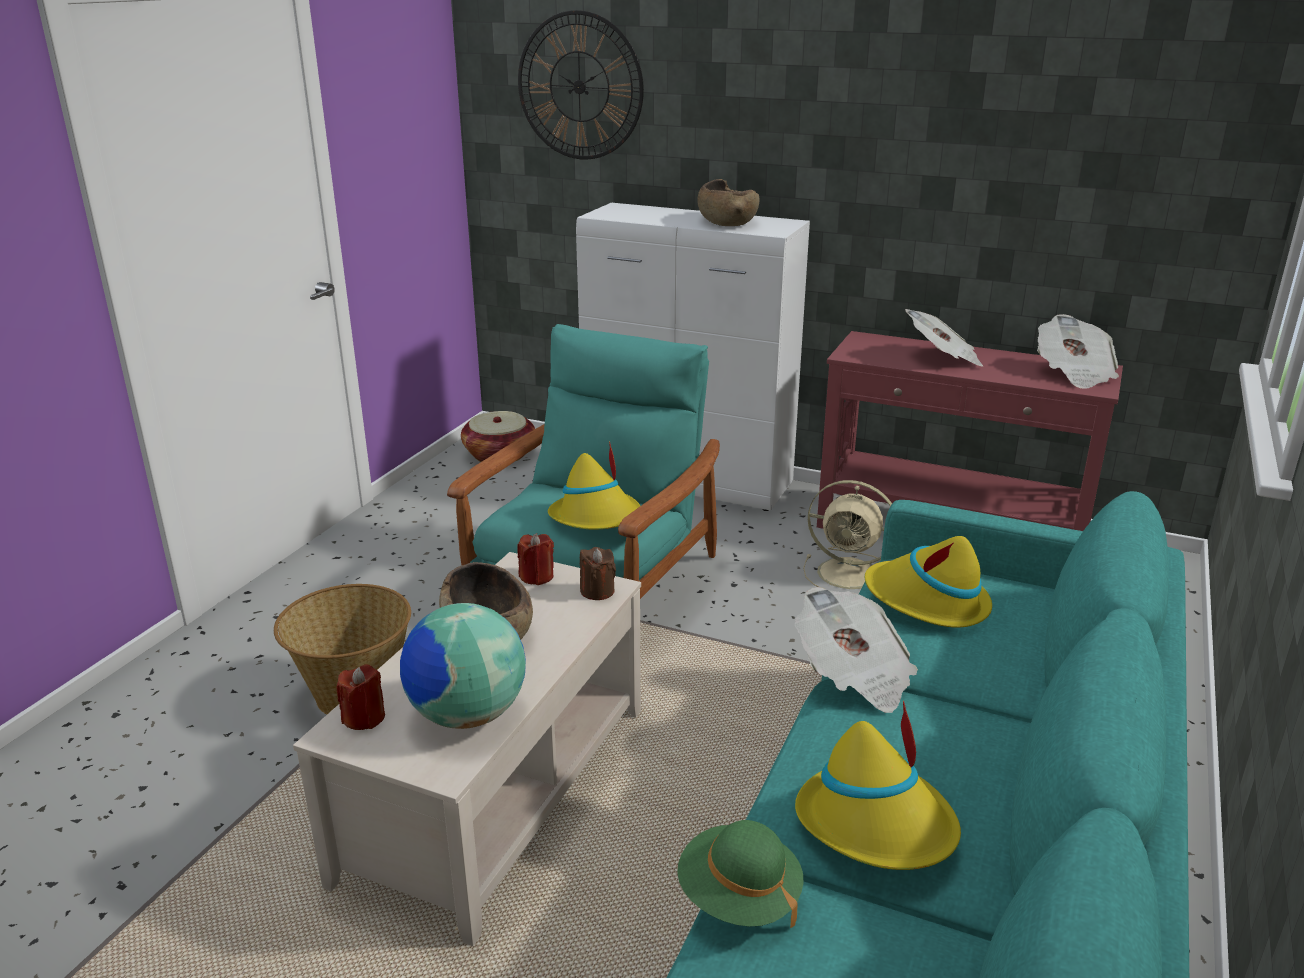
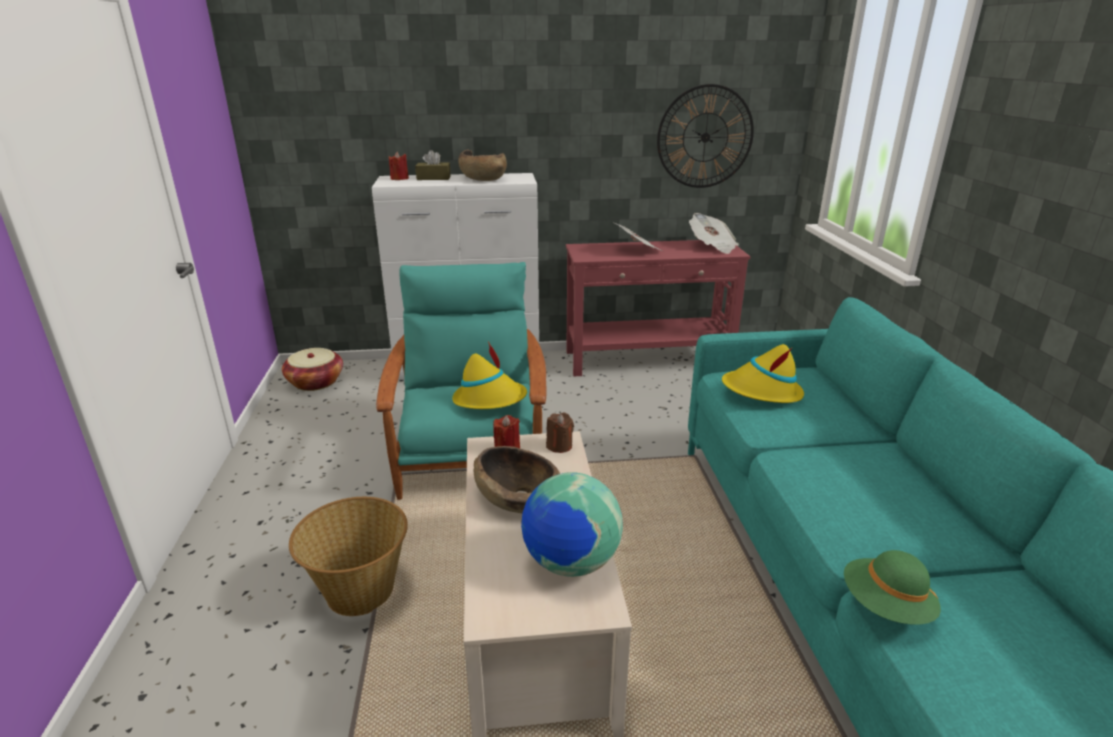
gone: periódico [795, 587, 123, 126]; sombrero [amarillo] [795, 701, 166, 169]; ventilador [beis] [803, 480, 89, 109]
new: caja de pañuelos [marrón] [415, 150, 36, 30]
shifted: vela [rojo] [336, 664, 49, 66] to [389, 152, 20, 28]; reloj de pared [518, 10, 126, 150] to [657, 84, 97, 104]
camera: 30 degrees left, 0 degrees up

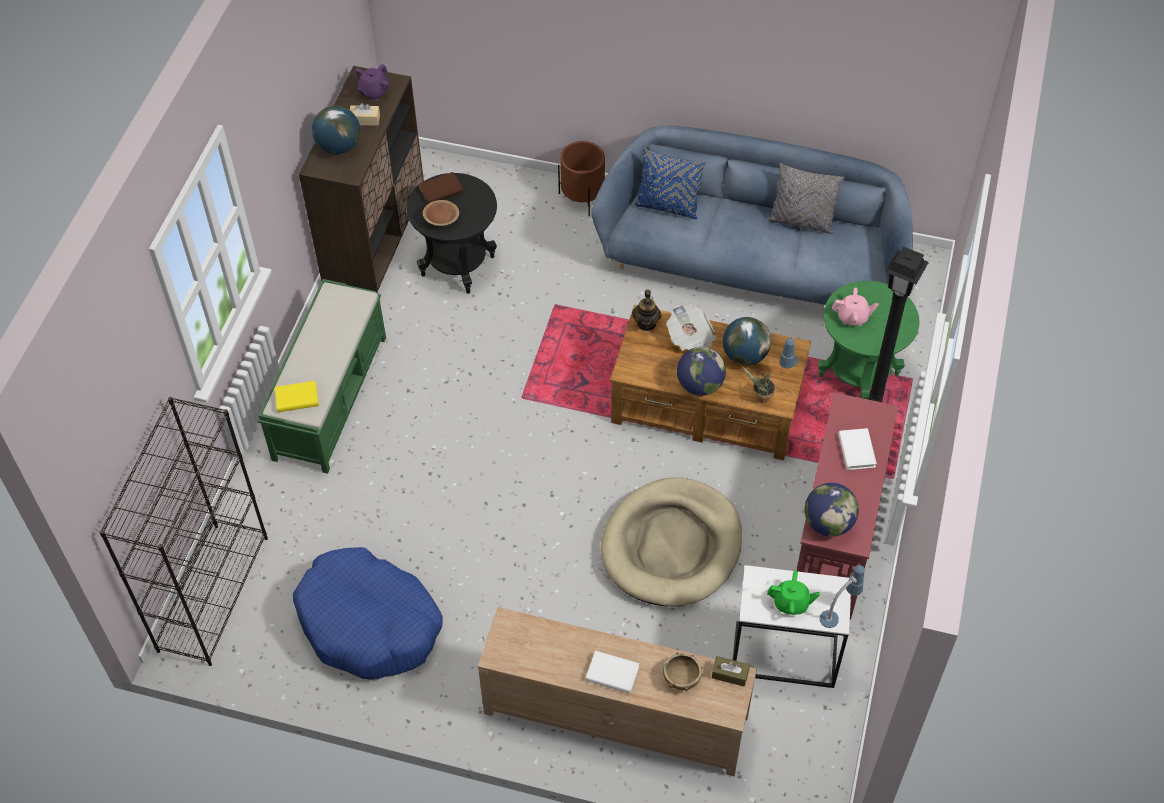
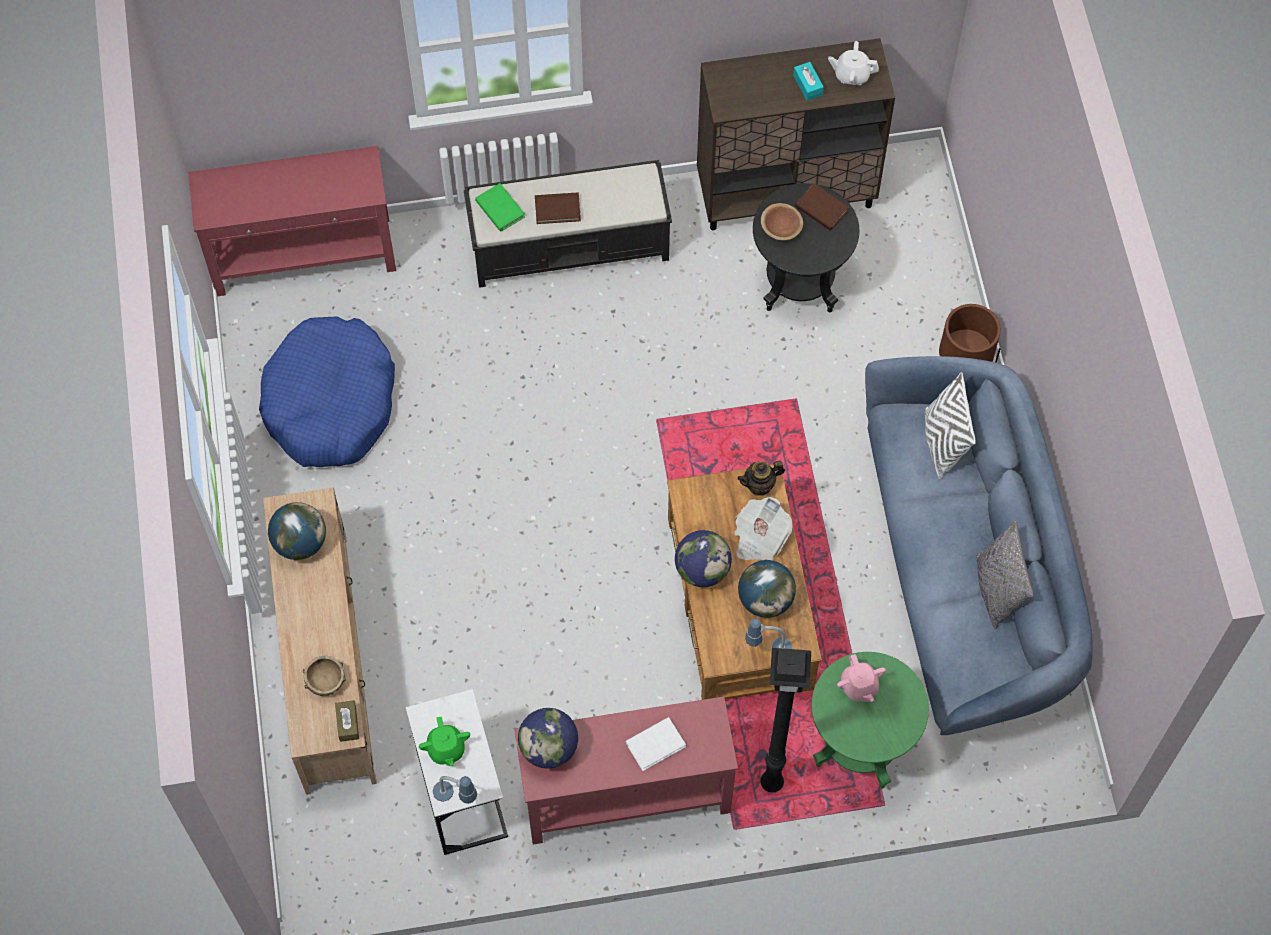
gone: libro [blanco] [586, 651, 53, 43]; cama para perro [beis] [600, 477, 142, 130]; planta en maceta [742, 366, 33, 37]
new: libro [marrón] [535, 193, 46, 31]
shifted: globo terráqueo [312, 106, 48, 48] to [268, 502, 58, 58]
swapped: estantería [negro] [99, 397, 169, 269] to mesa consola [rojo] [188, 146, 208, 150]
repainted: banco [verde] [258, 279, 128, 195] to banco [negro] [464, 160, 208, 128]; libro [amarillo] [275, 381, 44, 31] to libro [verde] [475, 183, 50, 49]; caja de pañuelos [beis] [350, 103, 30, 23] to caja de pañuelos [turquesa] [793, 62, 31, 39]; tetera [morado] [355, 64, 34, 37] to tetera [blanco] [828, 41, 51, 44]; cojín [azul] [634, 147, 72, 72] to cojín [blanco] [925, 372, 51, 107]
camera: 65 degrees right, 10 degrees up

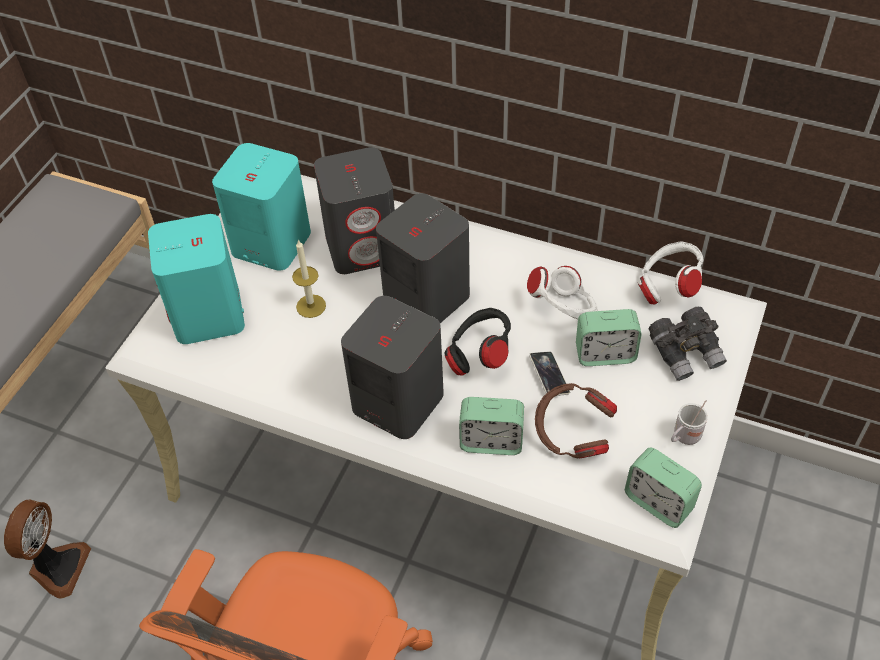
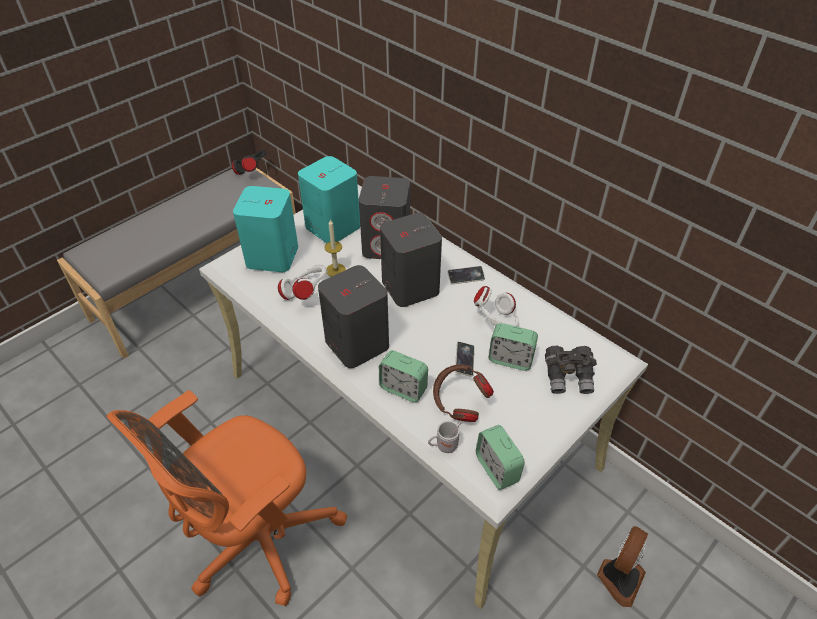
new: móvil [448, 266, 37, 18]
shifted: auriculares [negro] [445, 308, 66, 68] to [232, 150, 35, 25]; auriculares [blanco] [638, 241, 66, 63] to [278, 265, 50, 35]; taza grande [blanco] [671, 400, 37, 45] to [428, 421, 34, 32]; ventilador [4, 500, 87, 98] to [597, 527, 51, 80]
camera: 20 degrees right, 5 degrees down

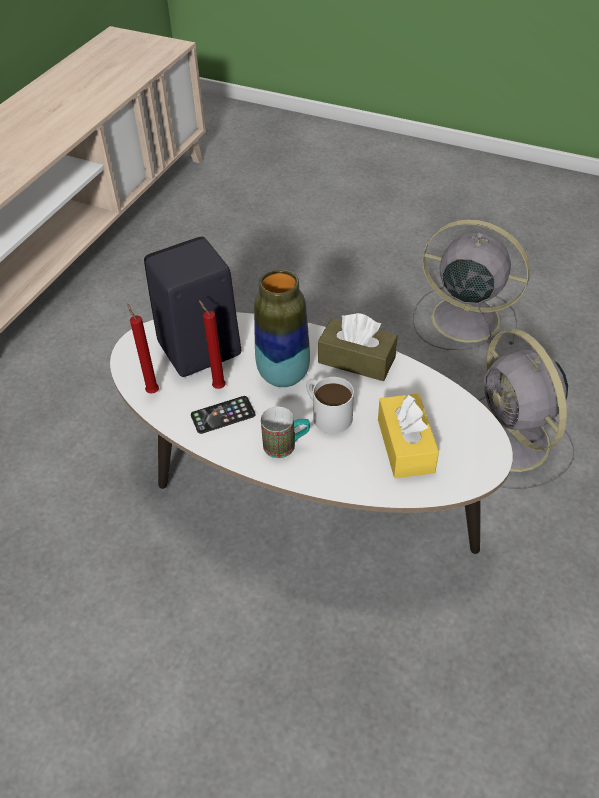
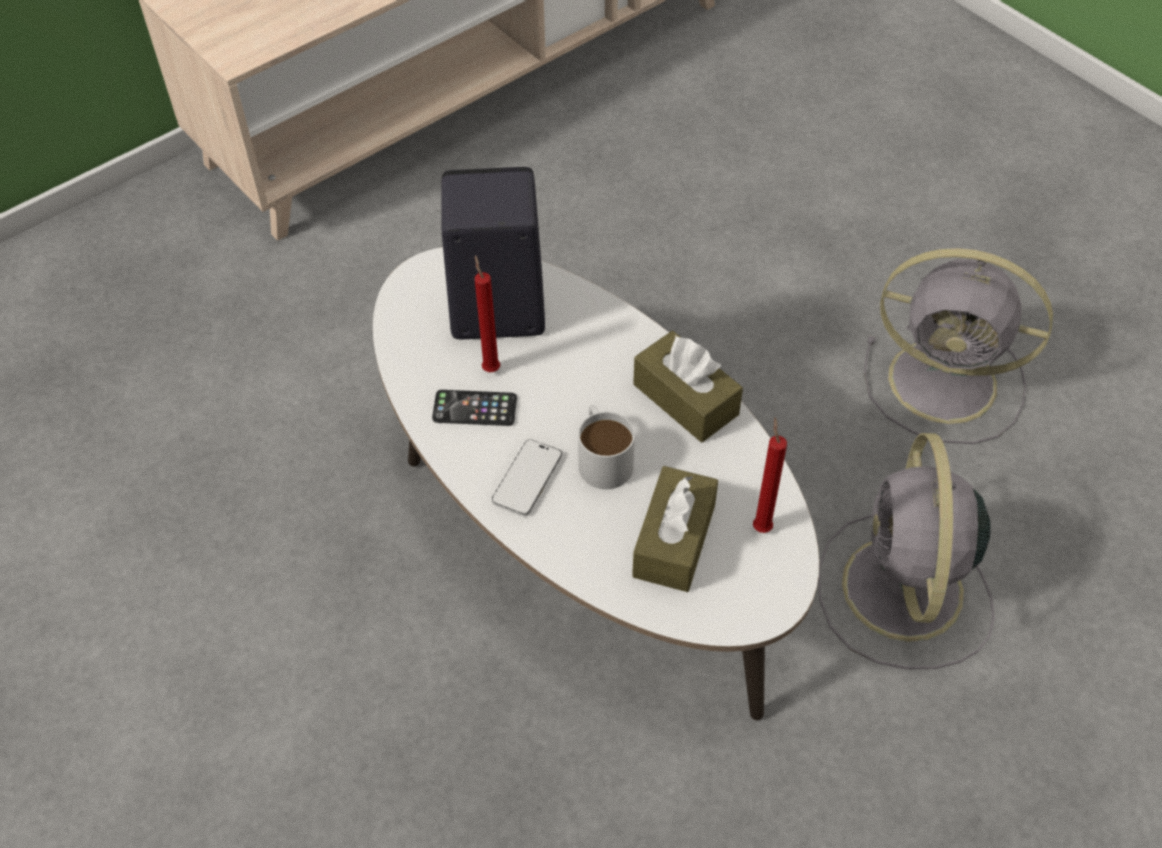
gone: florero [254, 269, 56, 118]
shifted: vela [rojo] [127, 303, 32, 91] to [753, 417, 34, 116]
swapped: taza grande [261, 407, 49, 51] to móvil [492, 439, 70, 77]
repainted: caja de pañuelos [amarillo] [378, 393, 61, 85] to caja de pañuelos [marrón] [632, 466, 86, 126]
rotated: ventilador [gris] [413, 219, 117, 131] = [864, 248, 189, 196] 150 degrees clockwise
camera: 25 degrees right, 5 degrees up

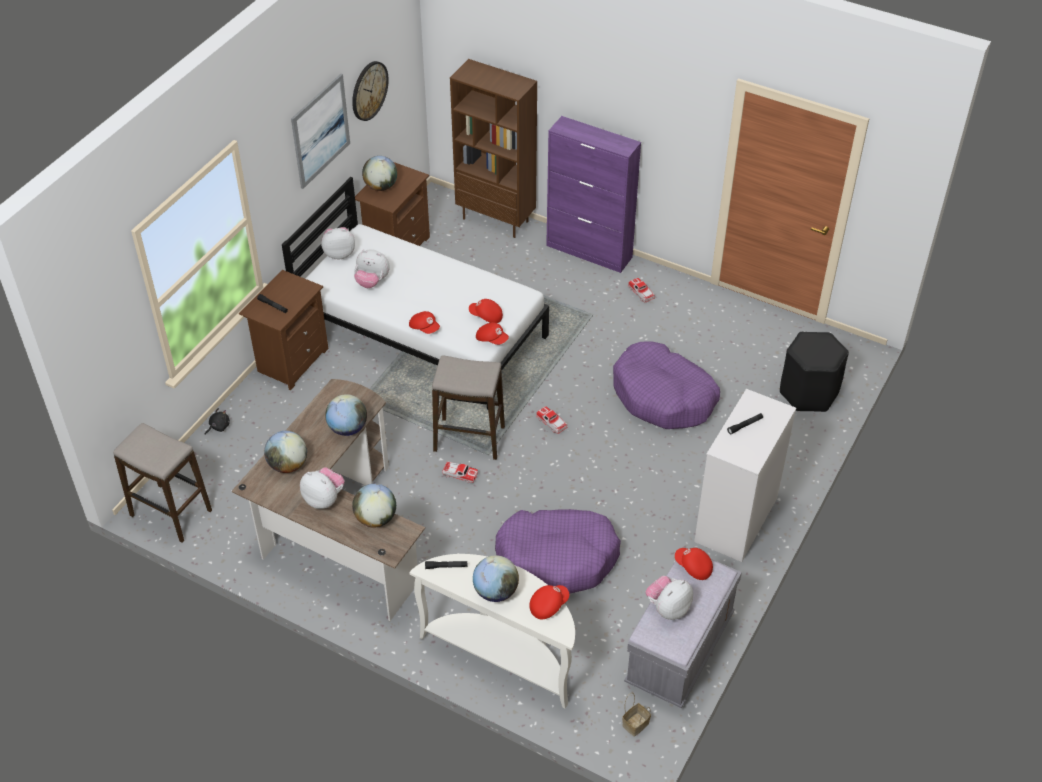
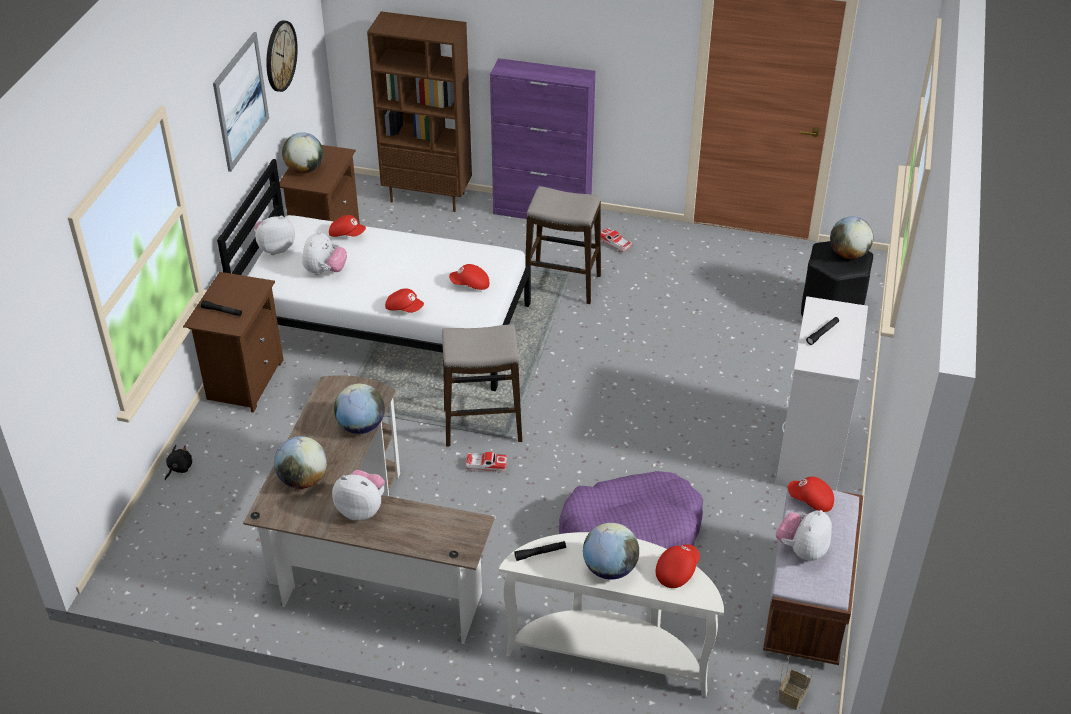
gone: coche de juguete [536, 406, 32, 28]; cama para perro [morado] [613, 341, 107, 88]
shifted: gorra [rojo] [476, 322, 33, 23] to [329, 215, 37, 22]; taburete [113, 423, 99, 120] to [525, 186, 76, 118]; globo terráqueo [352, 484, 44, 44] to [830, 216, 43, 43]
repainted: banco [gris] [624, 559, 118, 149] to banco [marrón] [763, 489, 100, 176]
rotated: peluche [354, 249, 36, 39] = [302, 230, 45, 45] 75 degrees counterclockwise
camera: 15 degrees left, 5 degrees down

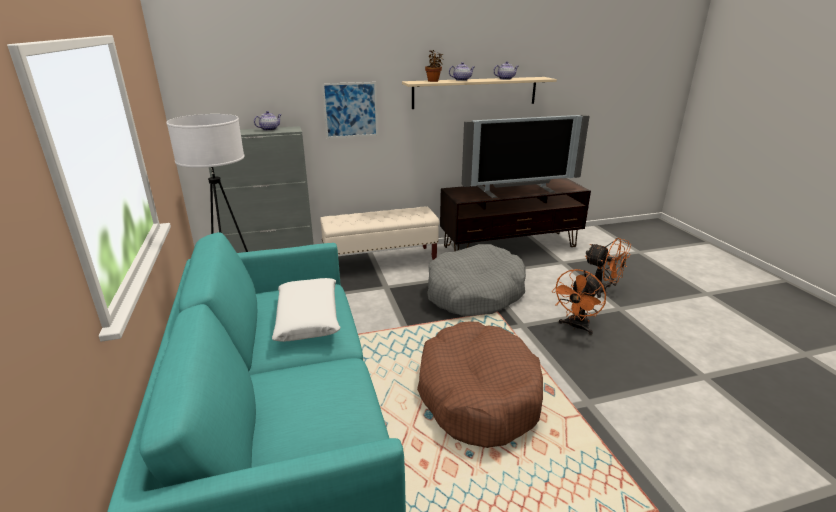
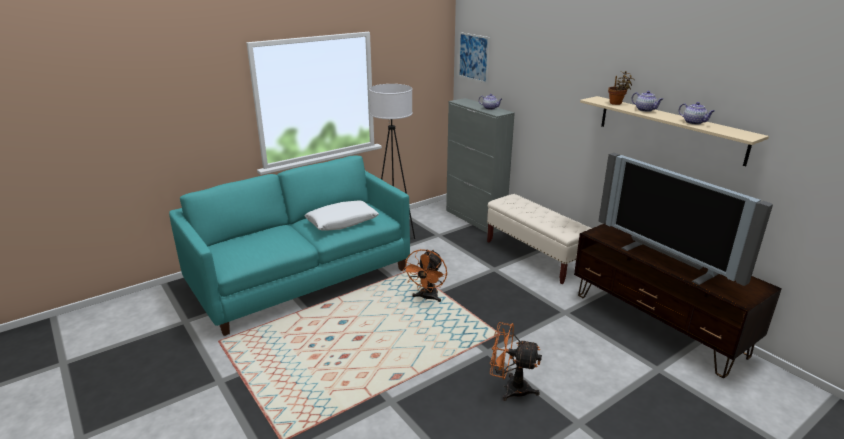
gone: cama para perro [marrón] [417, 321, 126, 127]; cama para perro [gris] [427, 244, 99, 72]
shifted: ventilador [naranja] [585, 238, 46, 60] to [402, 249, 45, 53]; cuadro [322, 82, 56, 57] to [458, 32, 32, 51]
camera: 70 degrees right, 0 degrees up

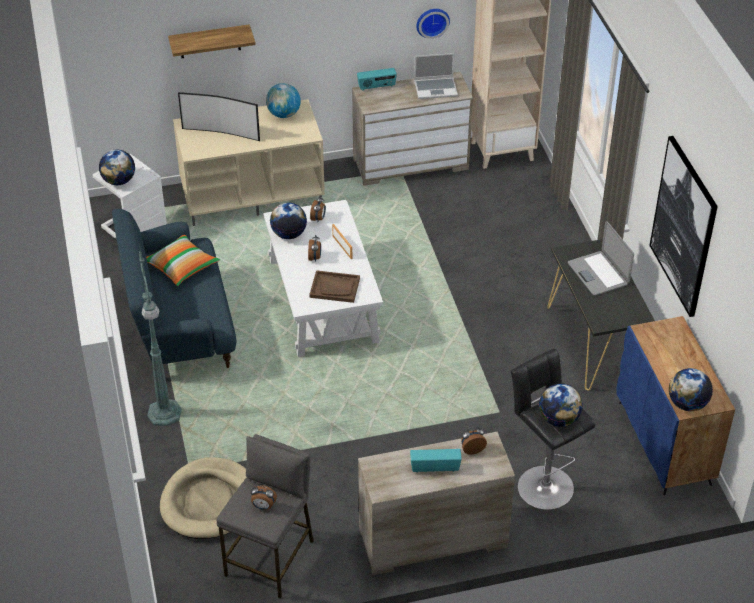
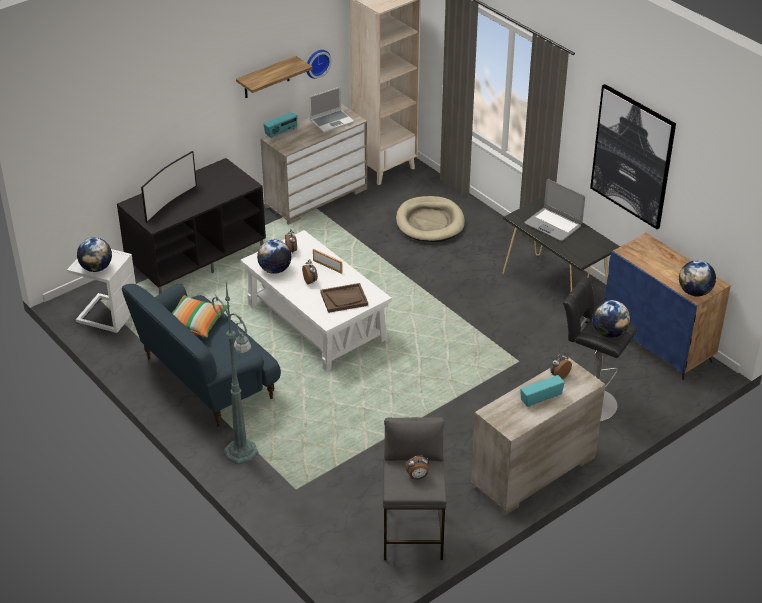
gone: globo terráqueo [266, 83, 35, 35]
shifted: estante [168, 24, 88, 34] to [236, 56, 76, 42]; cama para perro [beis] [160, 457, 86, 82] to [396, 196, 69, 46]
repainted: mueble de televisión [beis] [173, 99, 152, 127] to mueble de televisión [negro] [117, 158, 149, 136]
rotated: televisor [178, 92, 82, 49] = [141, 151, 56, 72] 45 degrees counterclockwise
camera: 25 degrees left, 5 degrees down

